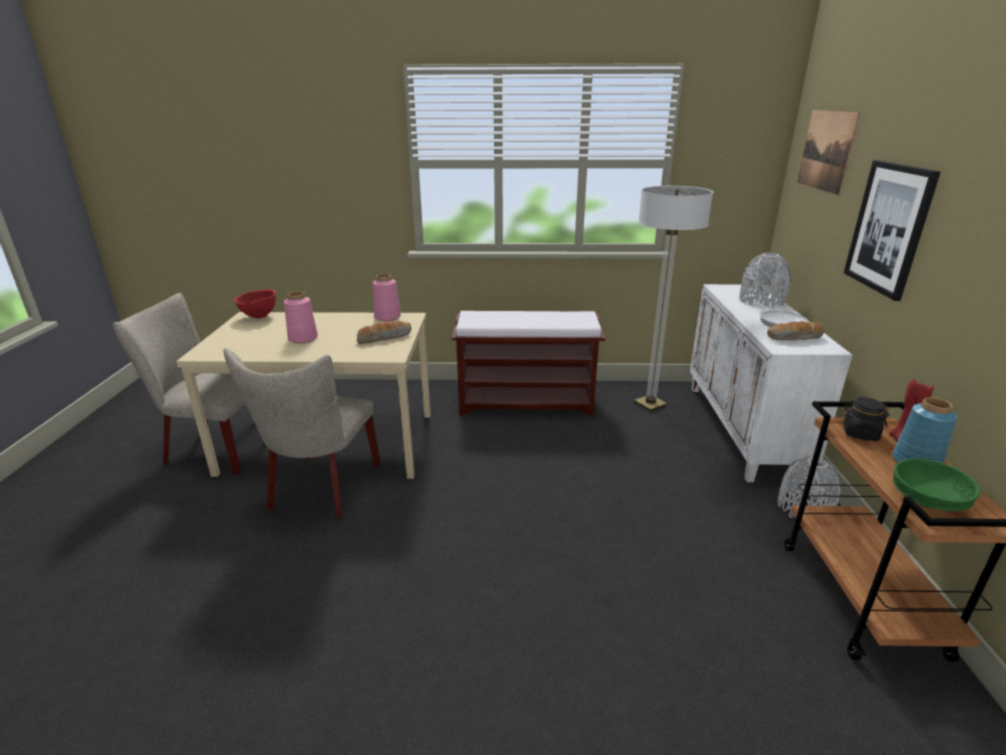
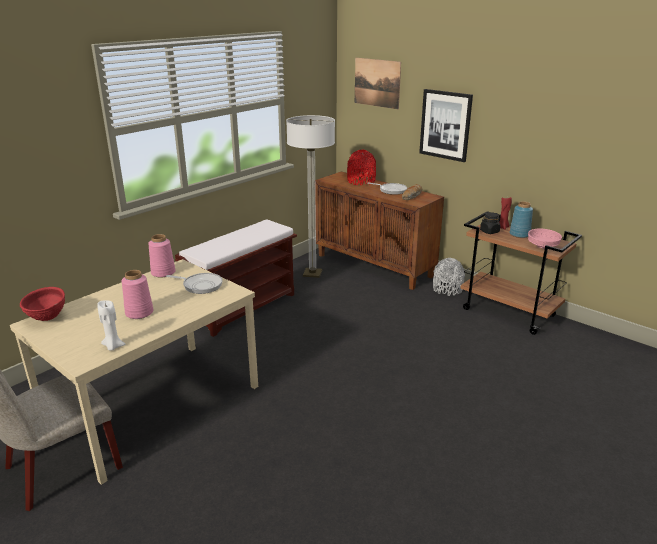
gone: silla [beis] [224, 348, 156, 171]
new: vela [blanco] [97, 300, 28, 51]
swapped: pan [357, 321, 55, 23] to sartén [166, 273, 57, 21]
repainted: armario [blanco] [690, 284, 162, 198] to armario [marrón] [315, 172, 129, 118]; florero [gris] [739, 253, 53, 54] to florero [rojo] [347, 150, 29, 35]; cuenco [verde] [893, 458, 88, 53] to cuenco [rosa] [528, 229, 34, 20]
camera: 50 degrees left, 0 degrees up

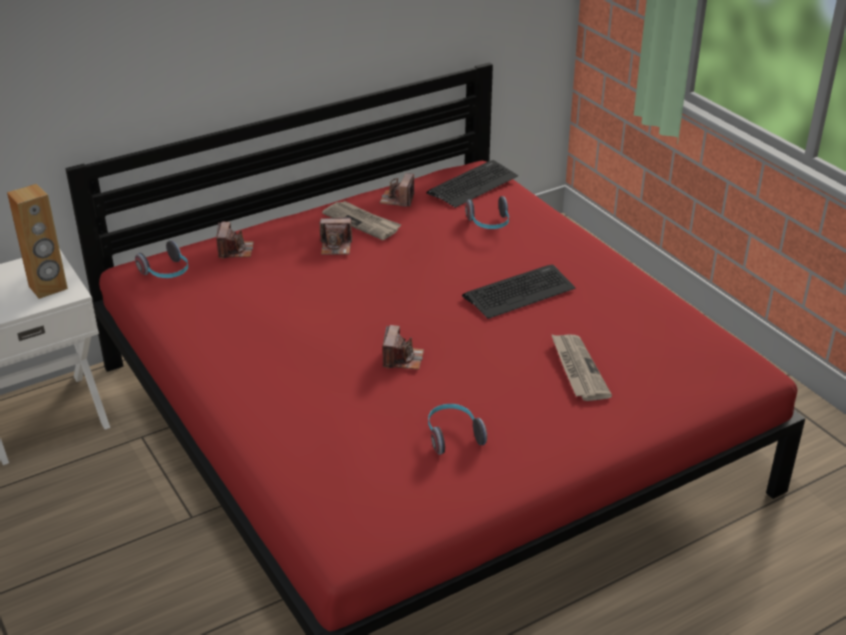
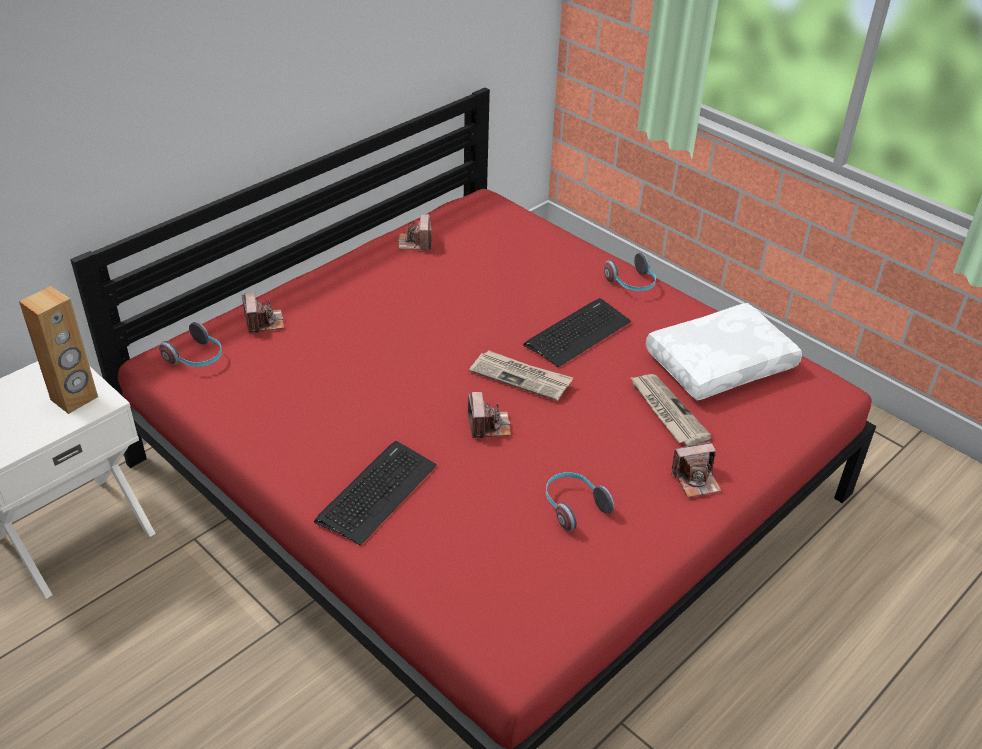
new: cojín [blanco] [646, 303, 156, 97]
shifted: teclado [426, 160, 92, 48] to [314, 441, 123, 104]; periódico [322, 201, 79, 39] to [469, 350, 104, 51]; auriculares [465, 196, 44, 33] to [604, 253, 52, 38]; cámara [319, 217, 33, 38] to [671, 441, 51, 56]
camera: 15 degrees left, 5 degrees up

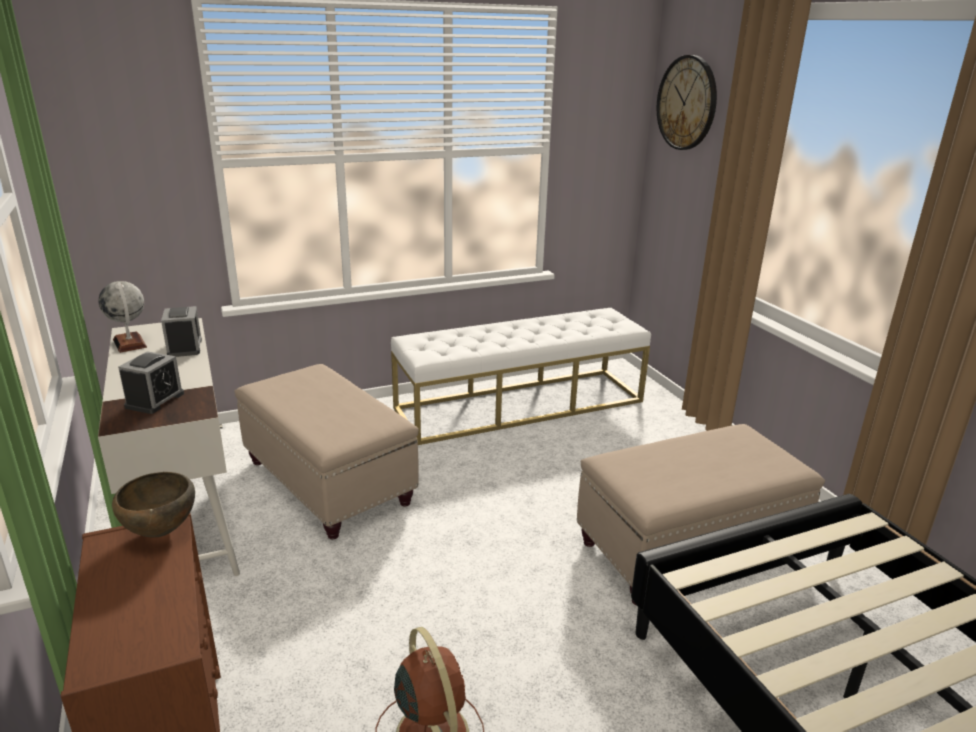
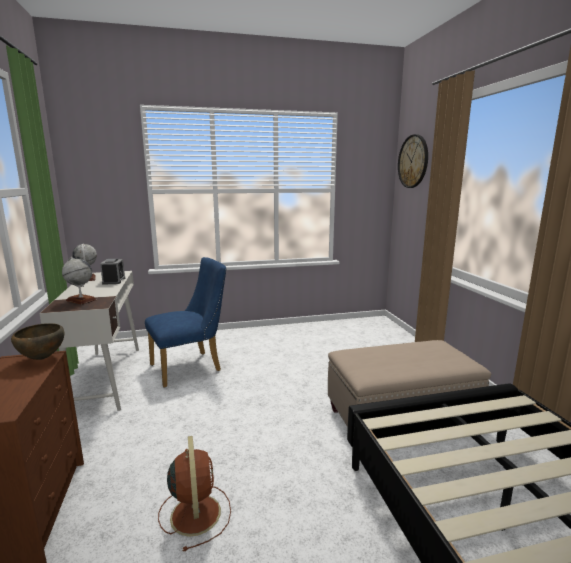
gone: banco [blanco] [391, 308, 260, 137]
swapped: despertador [118, 351, 66, 63] to globo terráqueo [62, 257, 35, 48]; puf [beis] [234, 364, 185, 175] to silla [azul] [145, 257, 82, 131]
camera: 10 degrees right, 10 degrees down

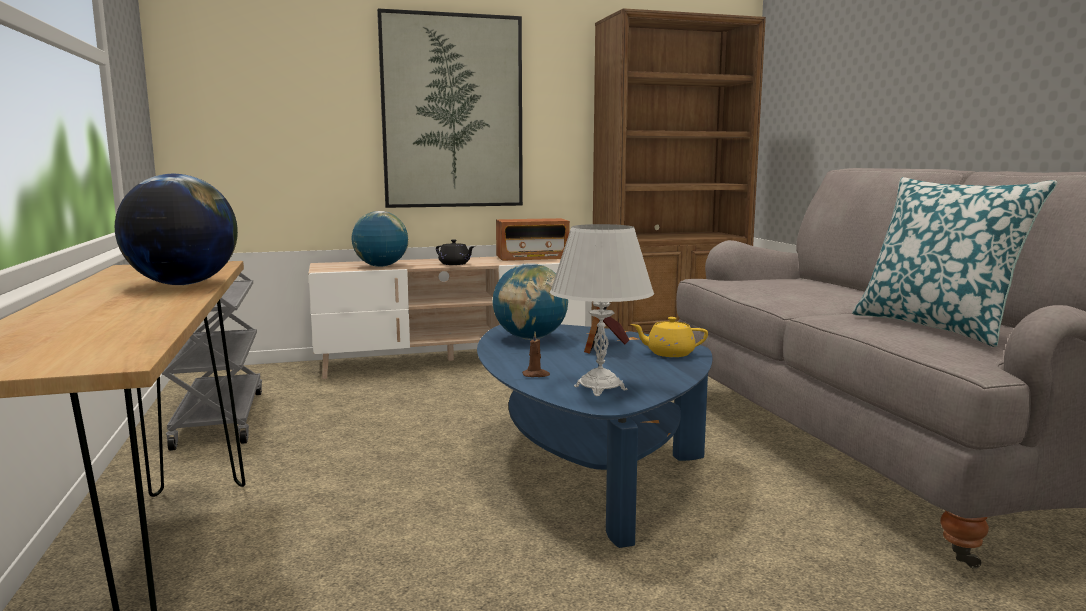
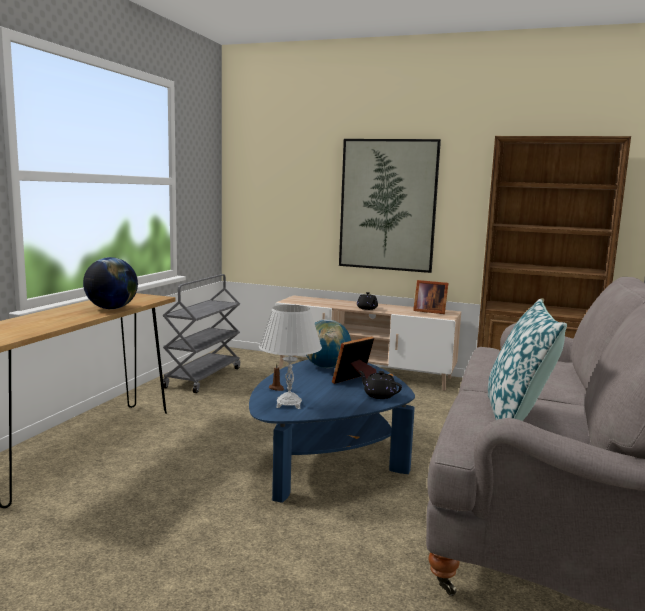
gone: globo terráqueo [351, 211, 57, 56]
swapped: radio [496, 218, 74, 43] to portarretratos [413, 280, 35, 34]
repainted: tetera [amarillo] [631, 317, 77, 40] to tetera [negro] [359, 371, 43, 28]
camera: 35 degrees right, 0 degrees up

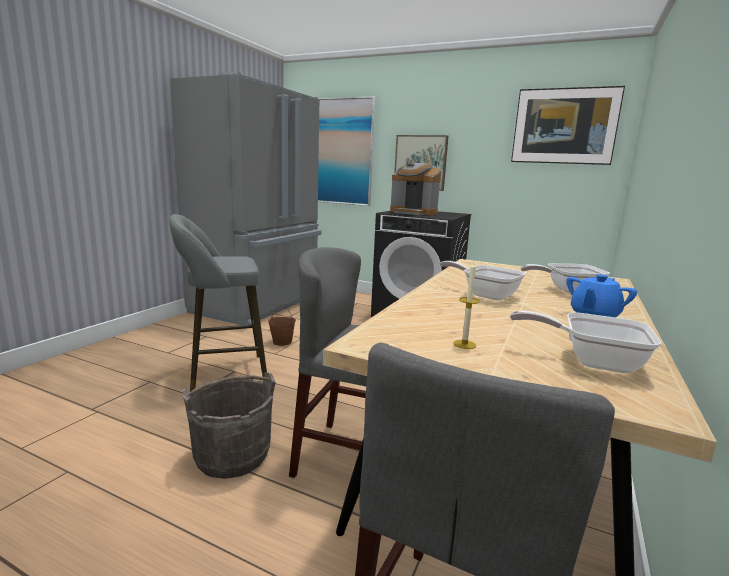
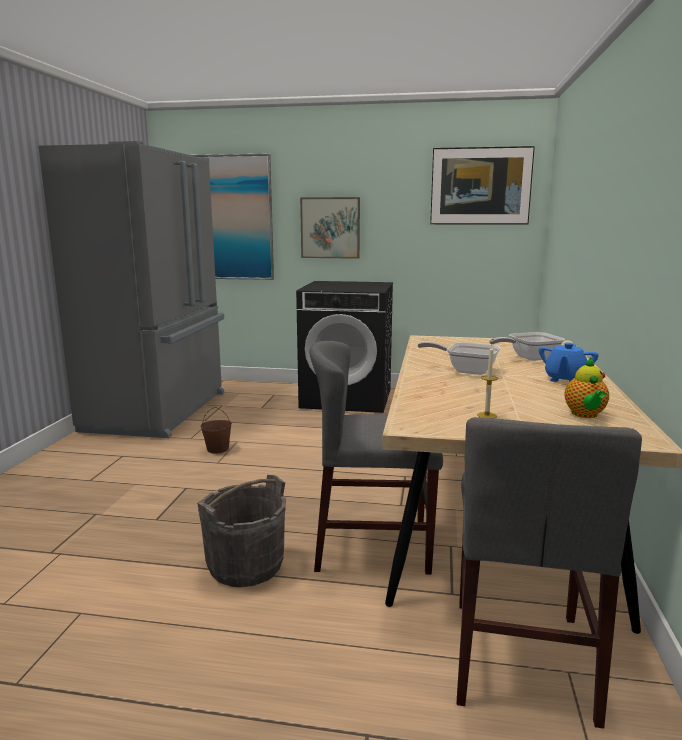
gone: taburete [gris] [169, 214, 98, 178]; cafetera [390, 163, 51, 53]
swapped: sartén [510, 311, 152, 62] to tetera [565, 358, 44, 60]
camera: 15 degrees left, 0 degrees up

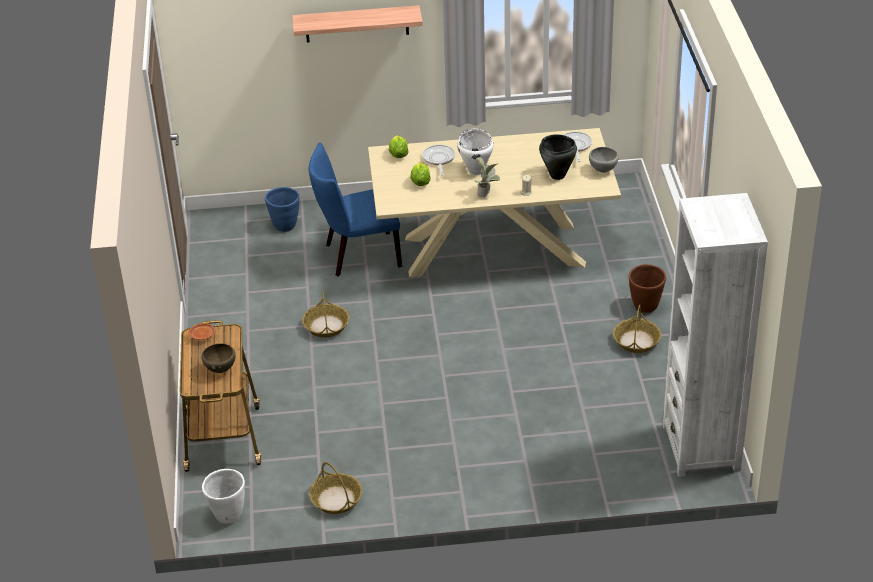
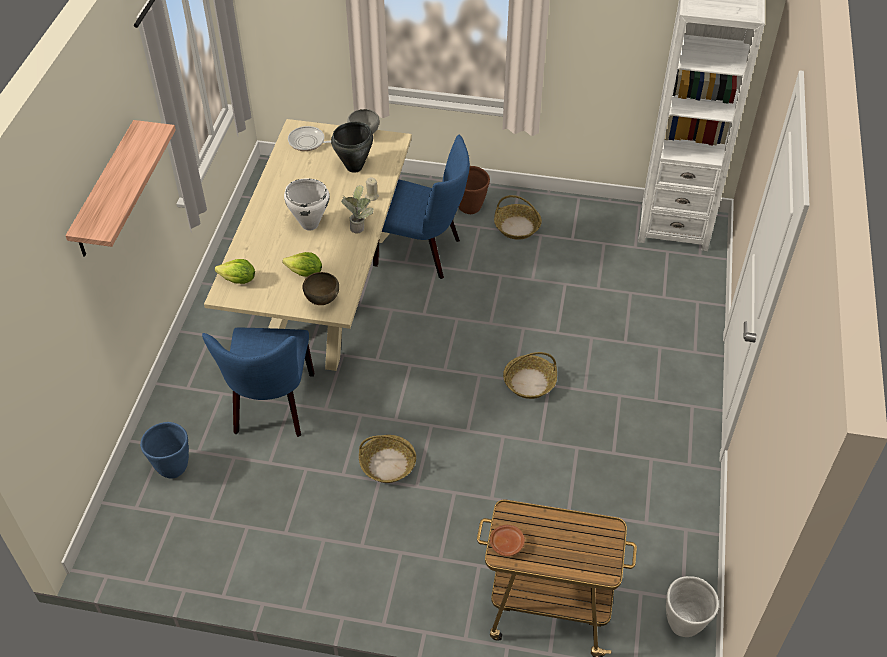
gone: sartén [422, 145, 33, 31]
new: silla [azul] [373, 135, 97, 144]
shifted: cuenco [marrón] [201, 343, 35, 30] to [302, 272, 37, 33]; cesta [309, 462, 53, 52] to [503, 352, 54, 47]
camera: 75 degrees left, 10 degrees up

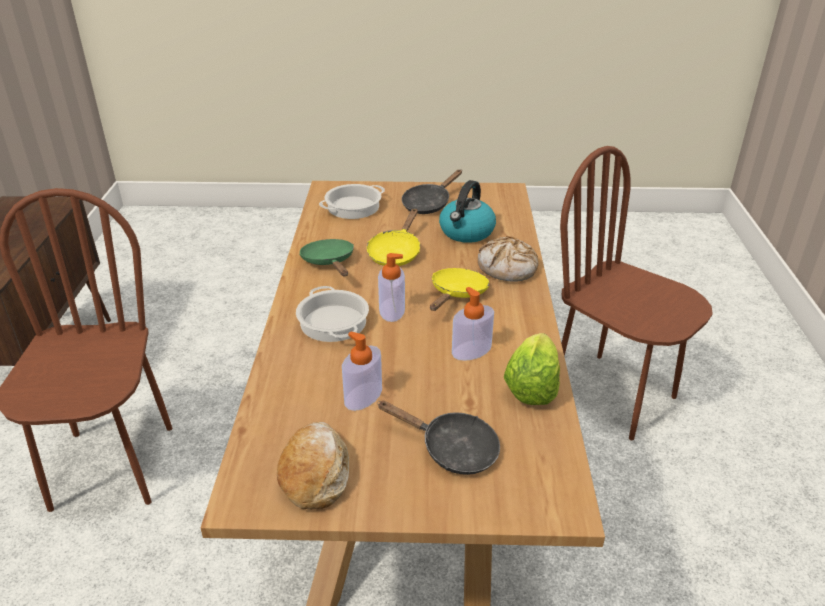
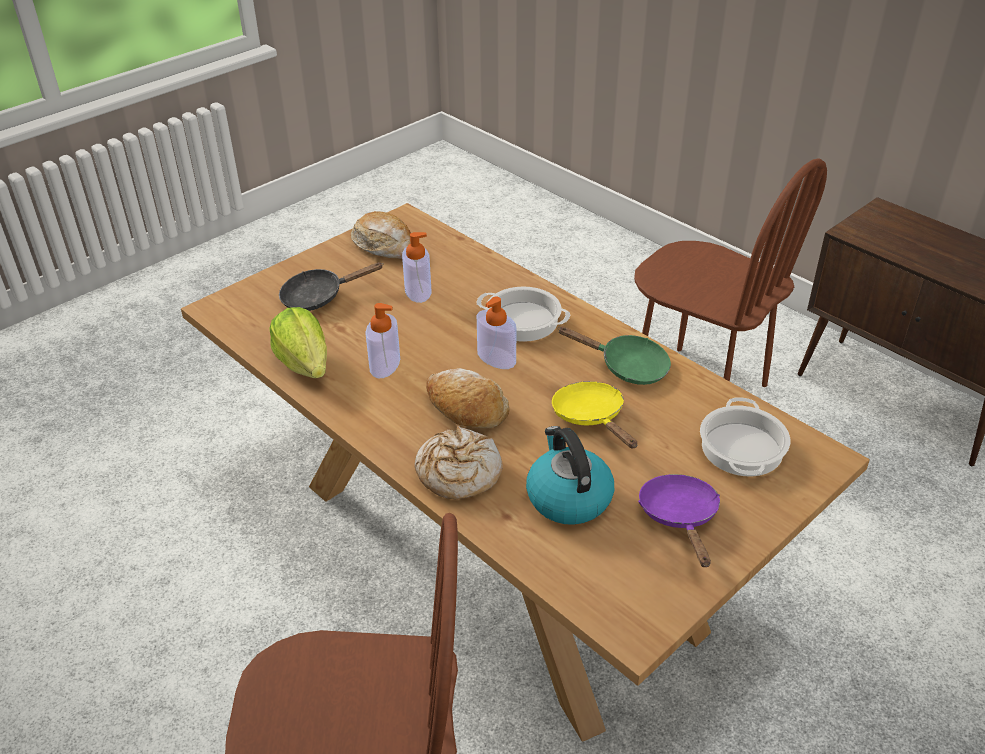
swapped: sartén [amarillo] [430, 268, 59, 43] to pan [426, 368, 83, 60]
repainted: sartén [negro] [402, 170, 60, 44] to sartén [morado] [638, 474, 82, 93]
camera: 135 degrees right, 5 degrees up

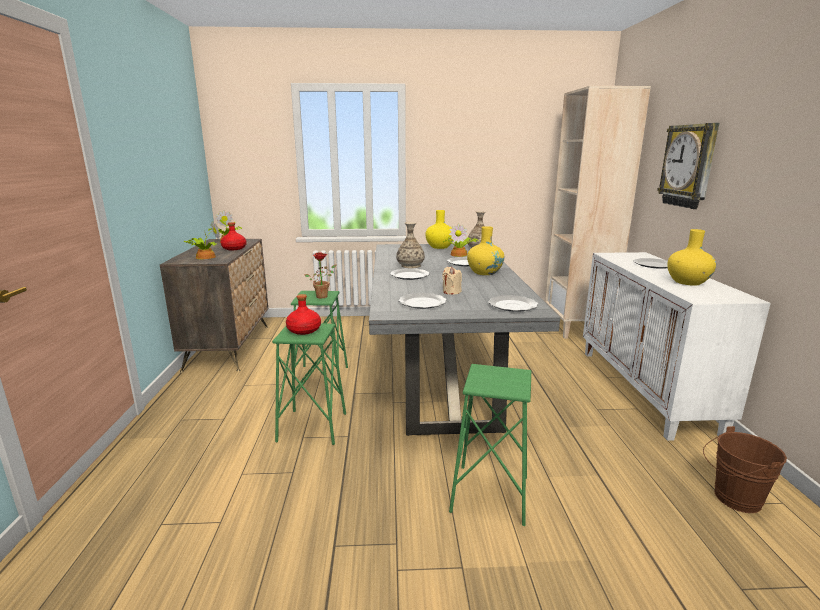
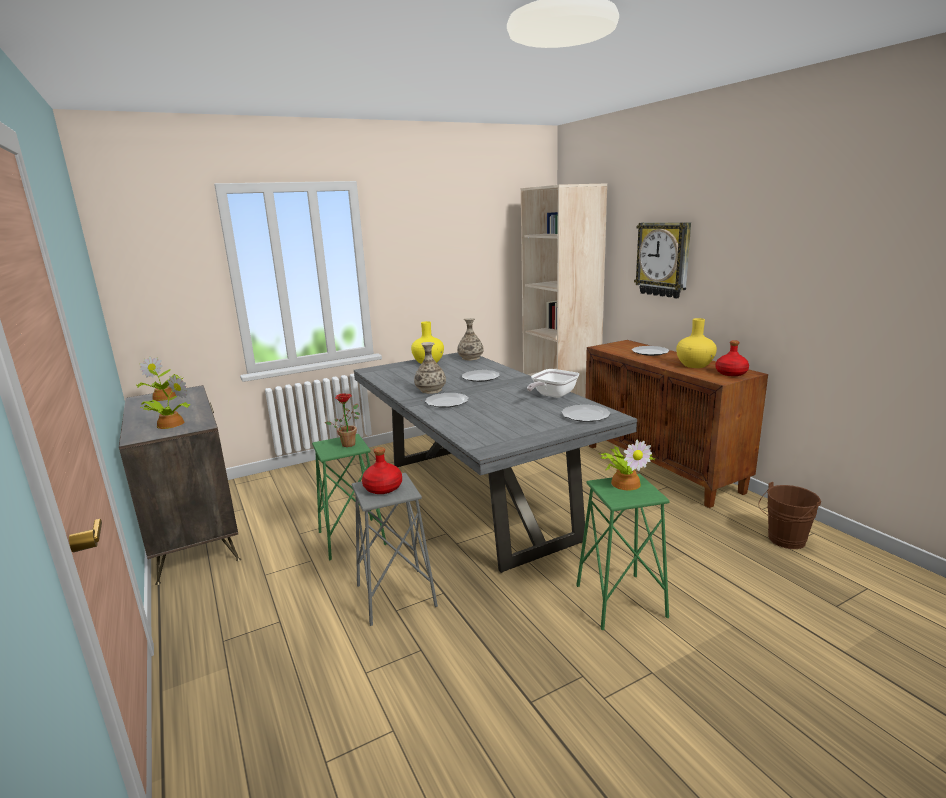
gone: plato [399, 293, 47, 16]; vela [beis] [442, 267, 20, 28]; florero [amarillo] [467, 226, 37, 49]
new: sartén [527, 369, 52, 29]
shifted: planta en maceta [443, 224, 36, 33] to [600, 440, 56, 50]; botella [rojo] [221, 222, 26, 28] to [715, 340, 34, 36]
repainted: taburete [verde] [272, 323, 74, 122] to taburete [gris] [352, 473, 86, 153]; armario [blanco] [583, 252, 188, 189] to armario [marrón] [586, 340, 182, 168]
camera: 25 degrees left, 0 degrees up

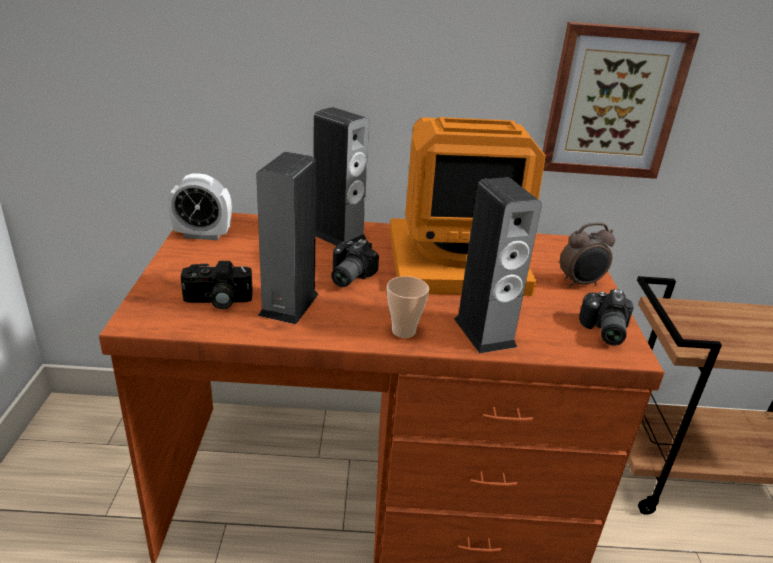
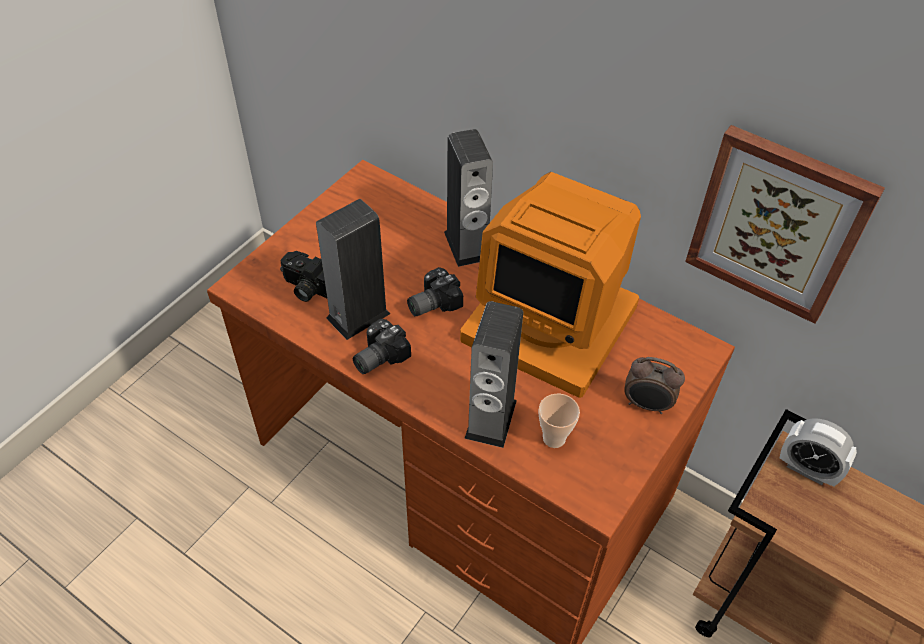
shifted: cámara [579, 289, 54, 57] to [353, 319, 58, 55]; taza [387, 276, 42, 62] to [539, 394, 41, 54]; despertador [168, 174, 64, 66] to [780, 418, 77, 69]
camera: 35 degrees right, 20 degrees up

